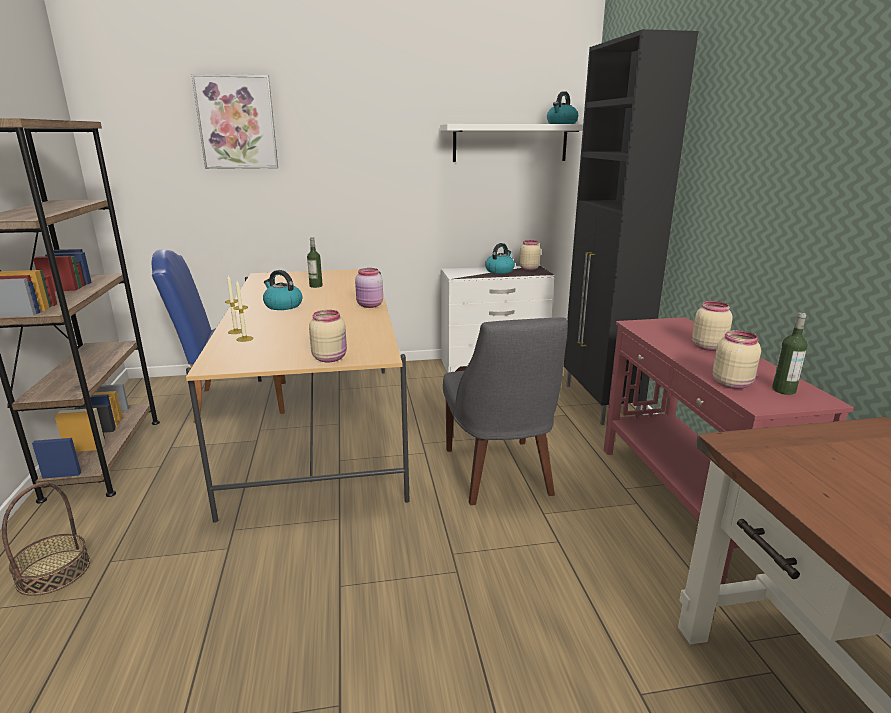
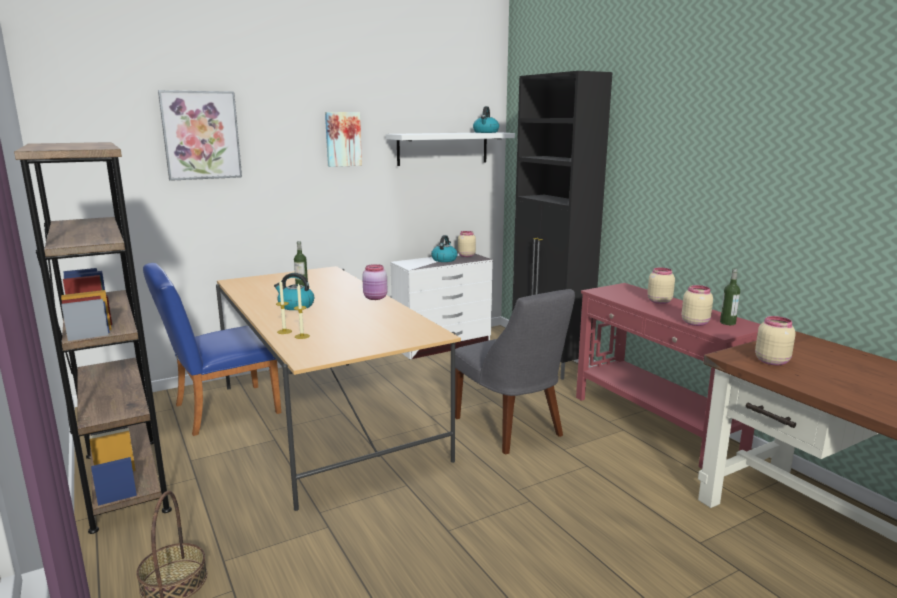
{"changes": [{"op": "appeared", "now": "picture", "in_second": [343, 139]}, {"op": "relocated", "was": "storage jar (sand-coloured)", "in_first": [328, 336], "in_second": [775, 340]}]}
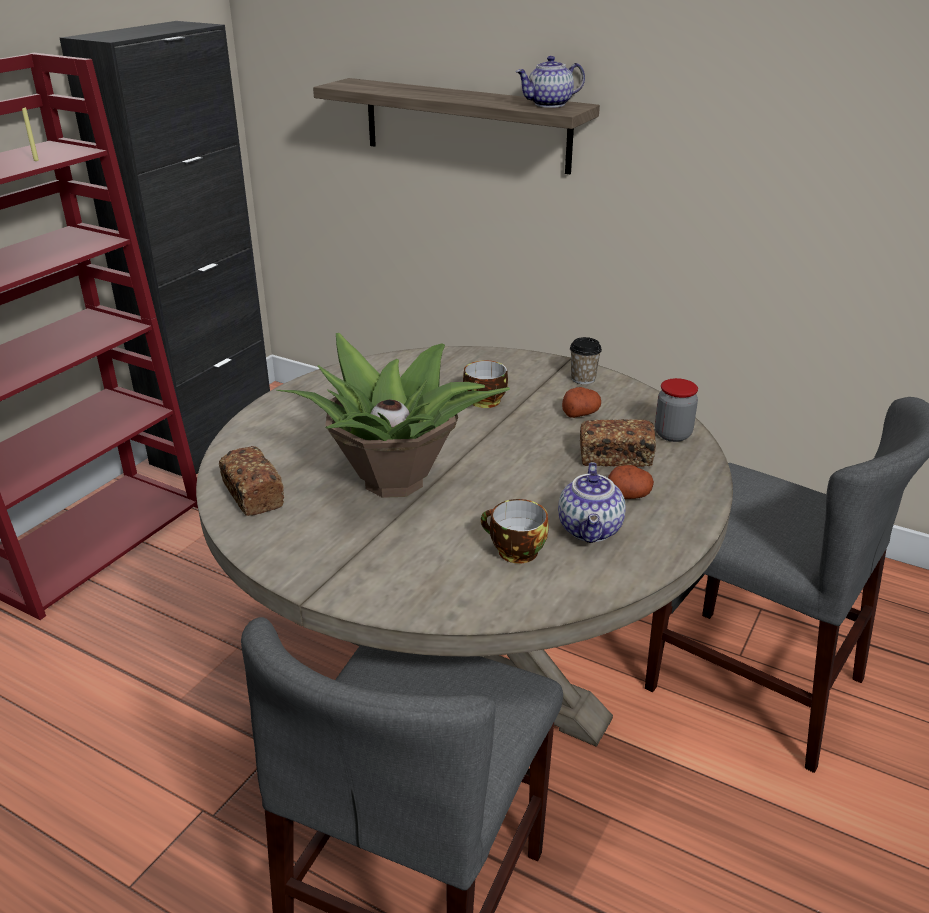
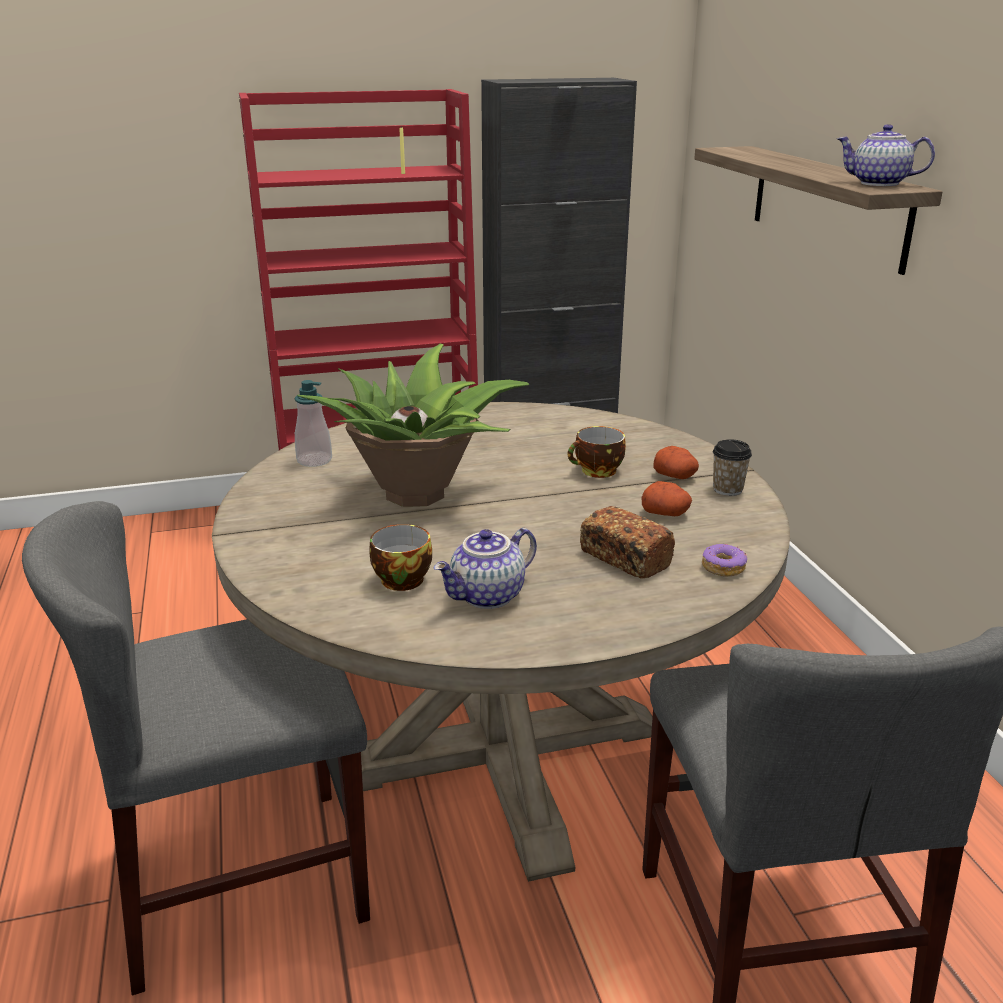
{"changes": [{"op": "relocated", "was": "potato", "in_first": [631, 482], "in_second": [676, 462]}, {"op": "exchanged", "was": "bakery bread", "now": "soap bottle", "in_first": [251, 481], "in_second": [313, 423]}, {"op": "exchanged", "was": "storage jar", "now": "donut", "in_first": [676, 410], "in_second": [724, 560]}]}
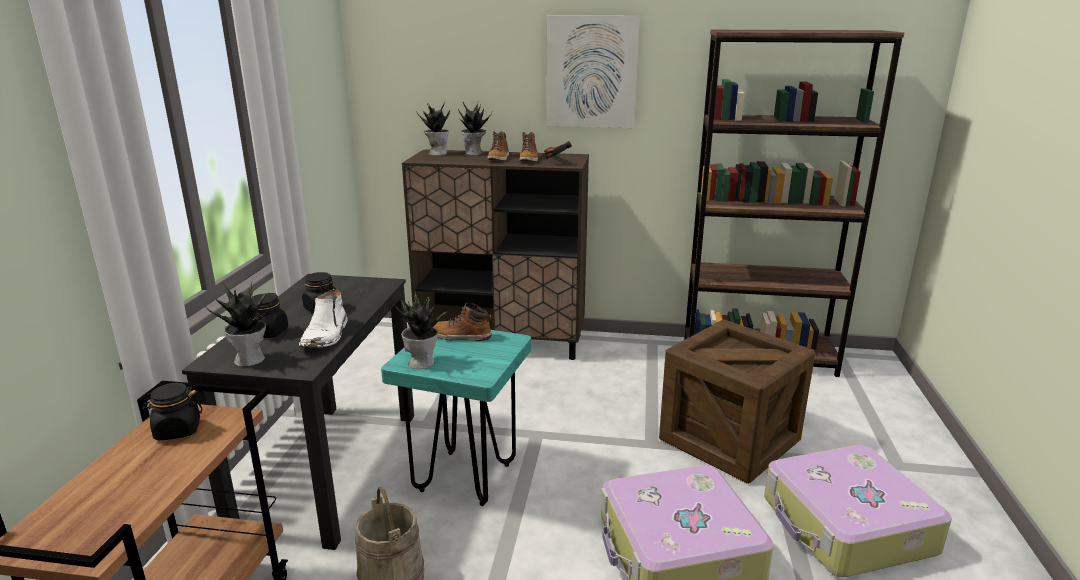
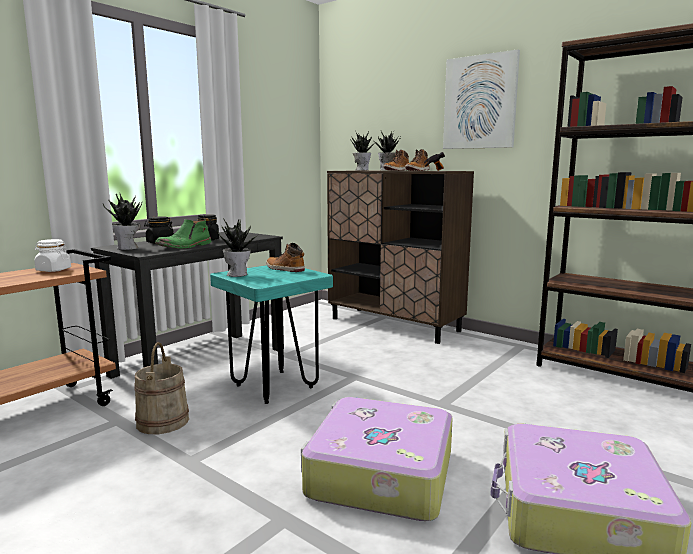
{"changes": [{"op": "missing", "was": "crate", "in_first": [737, 401]}, {"op": "colour", "was": "storage jar (black)", "now": "storage jar (white)", "in_first": [172, 412], "in_second": [52, 255]}, {"op": "colour", "was": "tall boot (white)", "now": "tall boot (greenish)", "in_first": [323, 318], "in_second": [183, 234]}]}
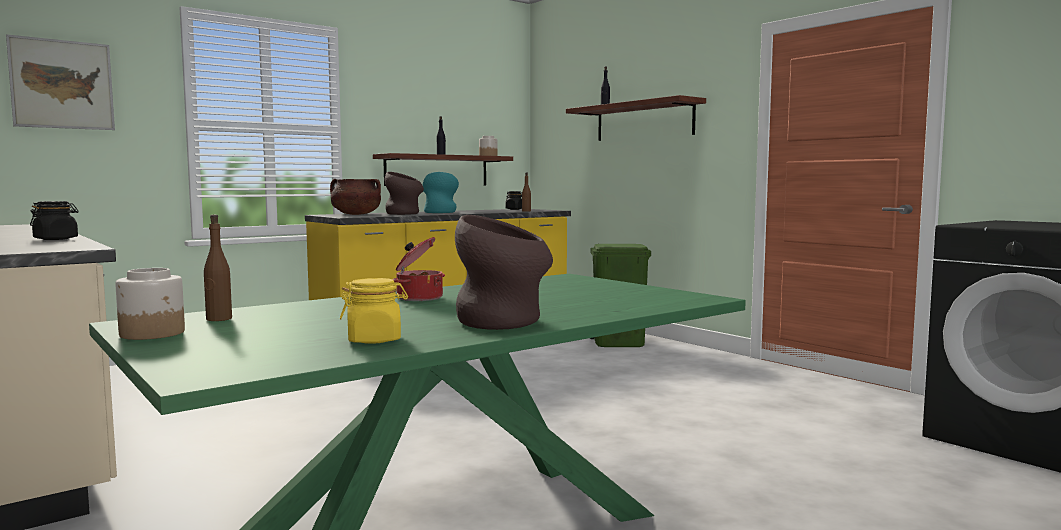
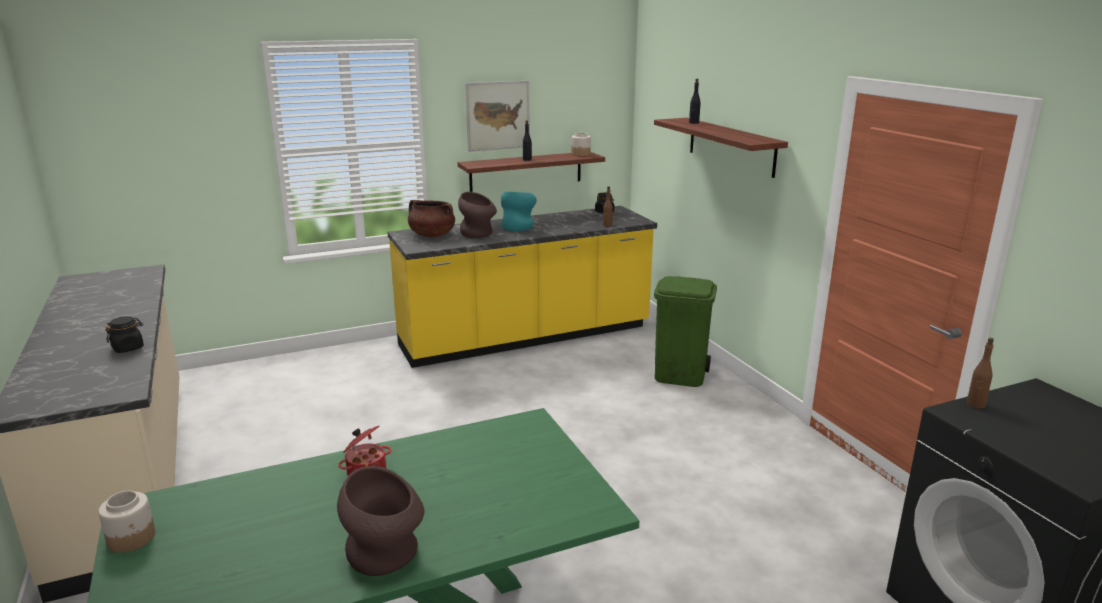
{"changes": [{"op": "missing", "was": "storage jar (yellow-coloured)", "in_first": [374, 311]}, {"op": "relocated", "was": "picture", "in_first": [60, 82], "in_second": [497, 116]}, {"op": "relocated", "was": "drink bottle (brown)", "in_first": [218, 268], "in_second": [980, 373]}]}
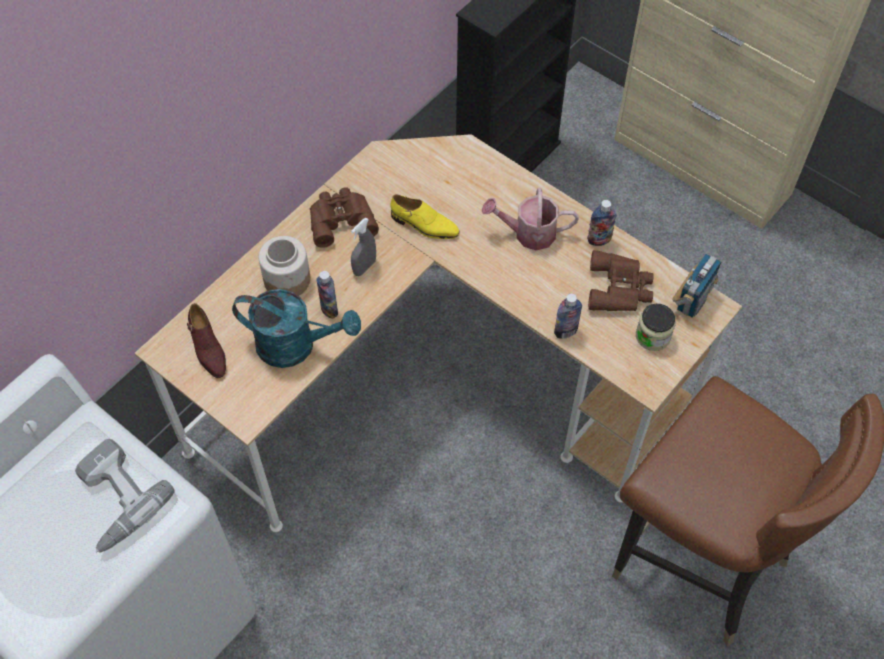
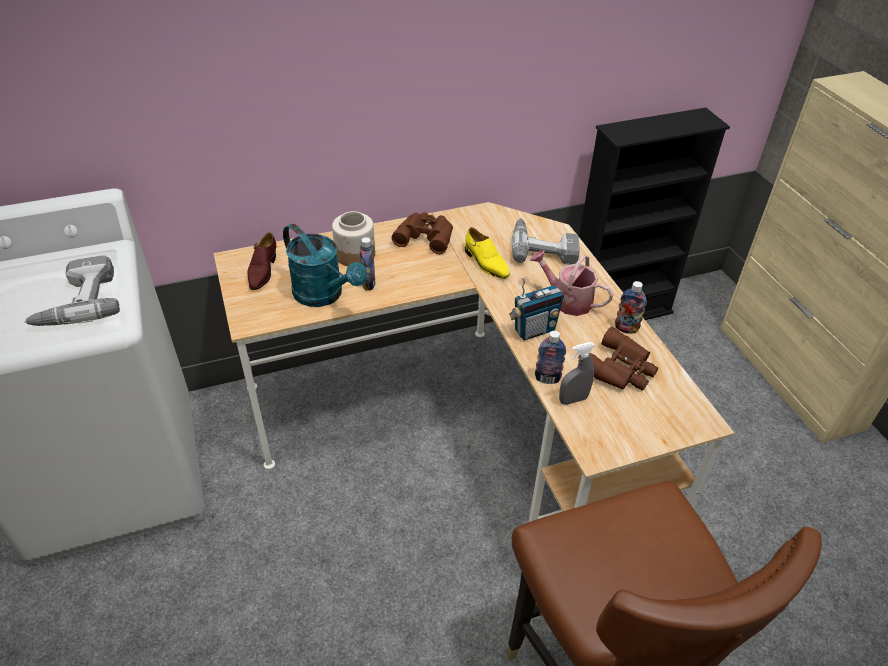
{"changes": [{"op": "missing", "was": "storage jar", "in_first": [655, 327]}, {"op": "appeared", "now": "power drill", "in_second": [546, 241]}, {"op": "relocated", "was": "hand sprayer (grey)", "in_first": [363, 247], "in_second": [577, 373]}, {"op": "relocated", "was": "radio set", "in_first": [696, 286], "in_second": [536, 308]}]}
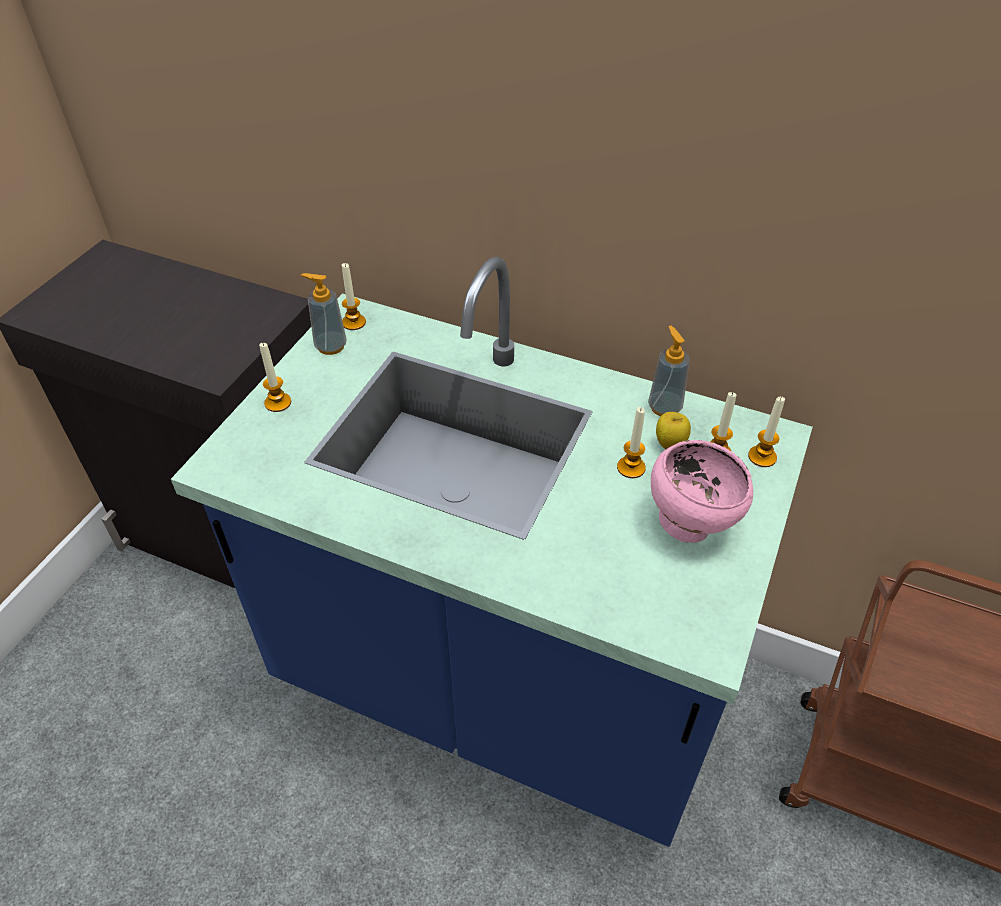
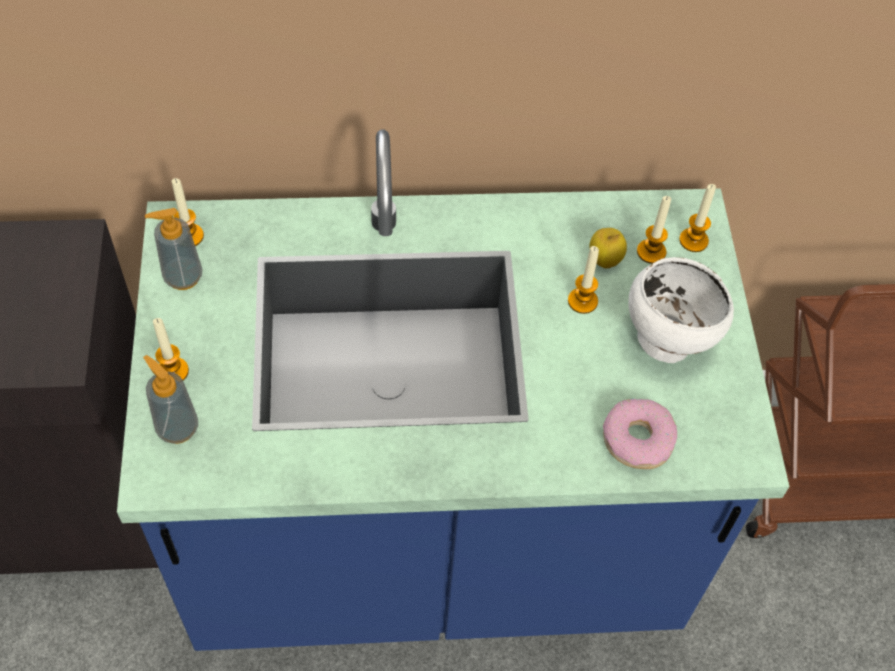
{"changes": [{"op": "appeared", "now": "donut", "in_second": [640, 434]}, {"op": "relocated", "was": "soap bottle", "in_first": [669, 371], "in_second": [171, 399]}, {"op": "colour", "was": "deep dish (pink-coloured)", "now": "deep dish (white)", "in_first": [702, 491], "in_second": [681, 310]}]}
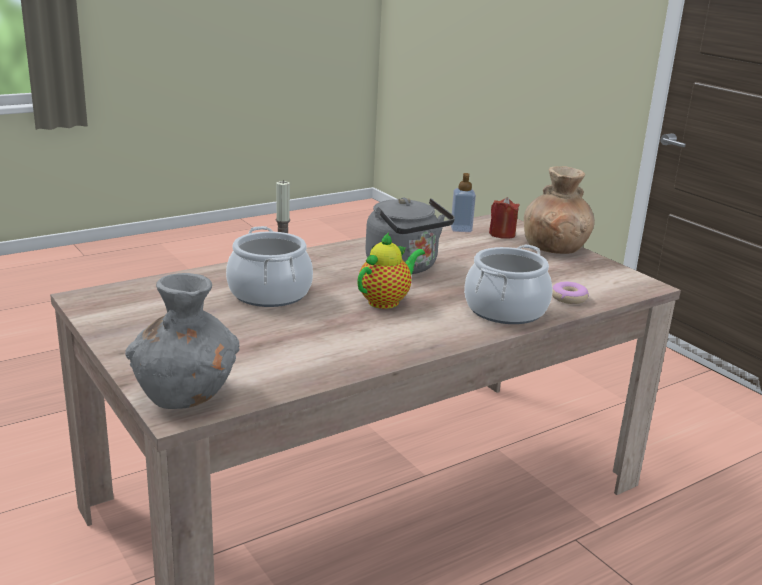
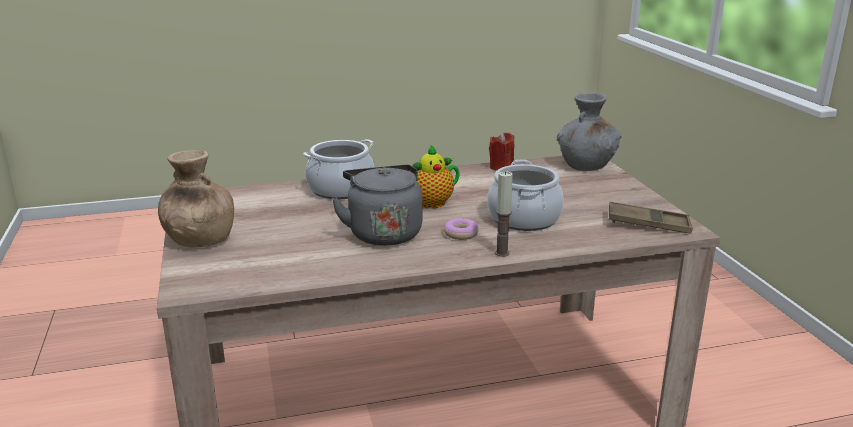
{"changes": [{"op": "missing", "was": "soap bottle", "in_first": [463, 202]}, {"op": "appeared", "now": "serving tray (brown)", "in_second": [651, 217]}, {"op": "relocated", "was": "wax candle (red-coloured)", "in_first": [504, 218], "in_second": [501, 151]}, {"op": "relocated", "was": "donut", "in_first": [570, 293], "in_second": [461, 229]}]}
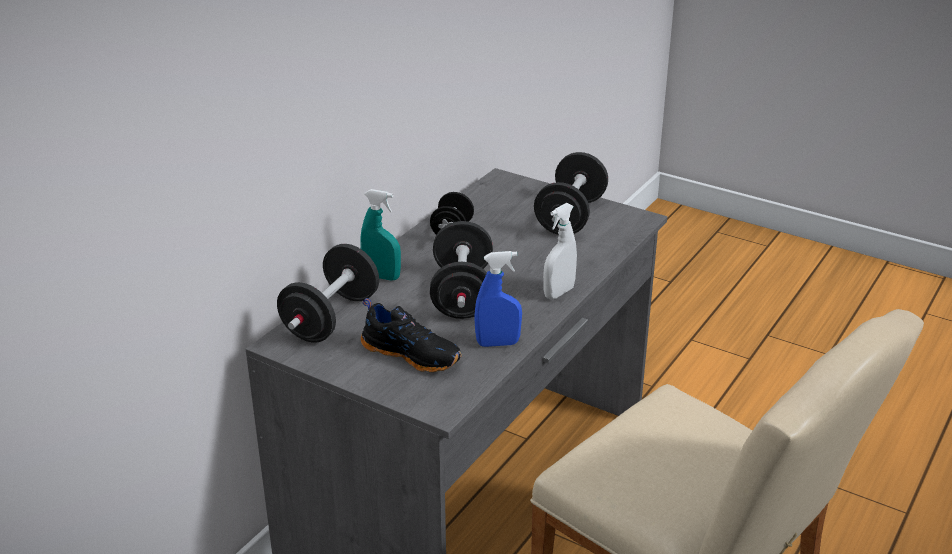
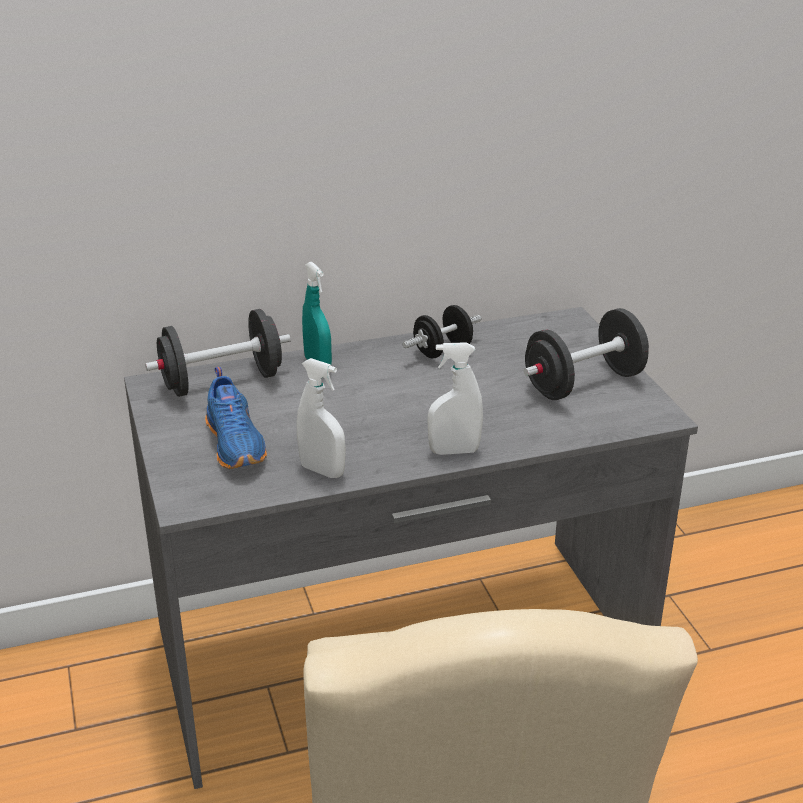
{"changes": [{"op": "missing", "was": "hand weight (black)", "in_first": [461, 270]}, {"op": "colour", "was": "shoe (black)", "now": "shoe (blue)", "in_first": [411, 335], "in_second": [236, 418]}, {"op": "colour", "was": "hand sprayer (blue)", "now": "hand sprayer (white)", "in_first": [498, 299], "in_second": [321, 418]}]}
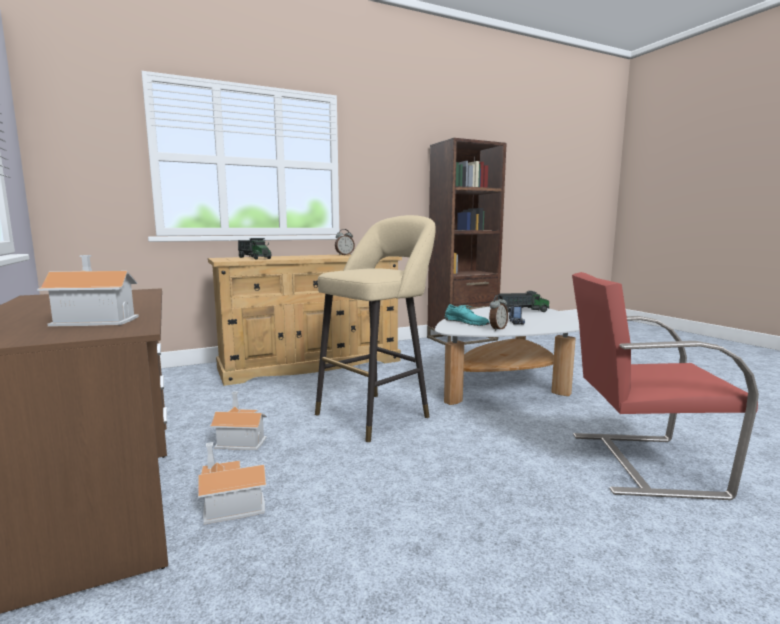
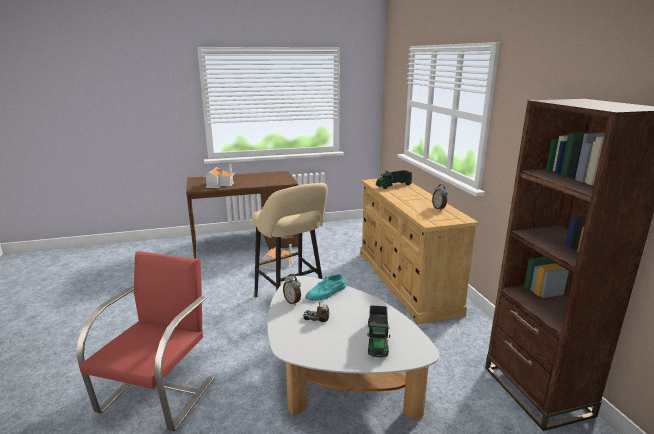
{"changes": [{"op": "missing", "was": "miniature house", "in_first": [232, 483]}]}
